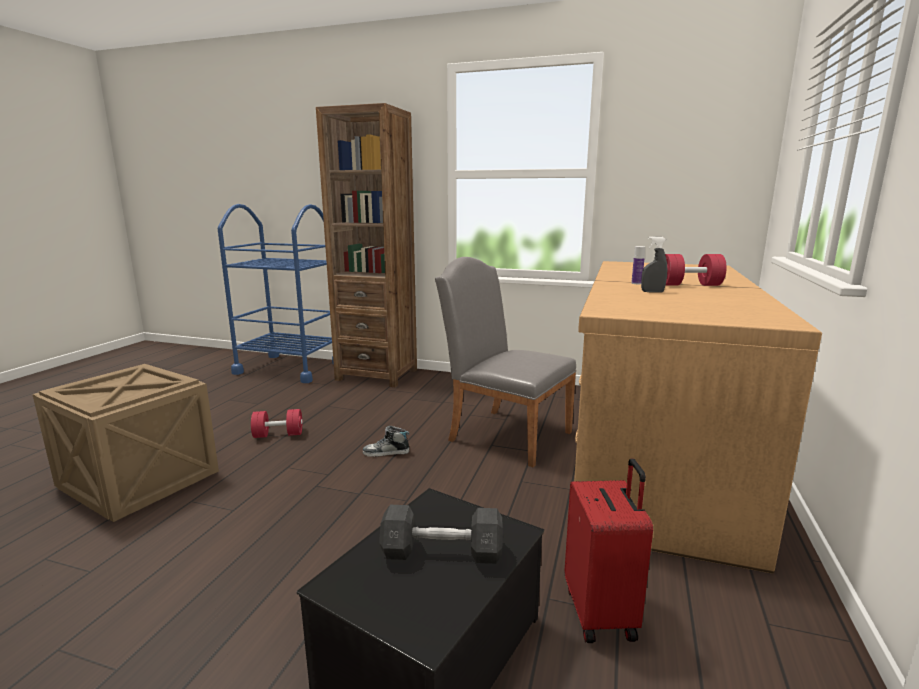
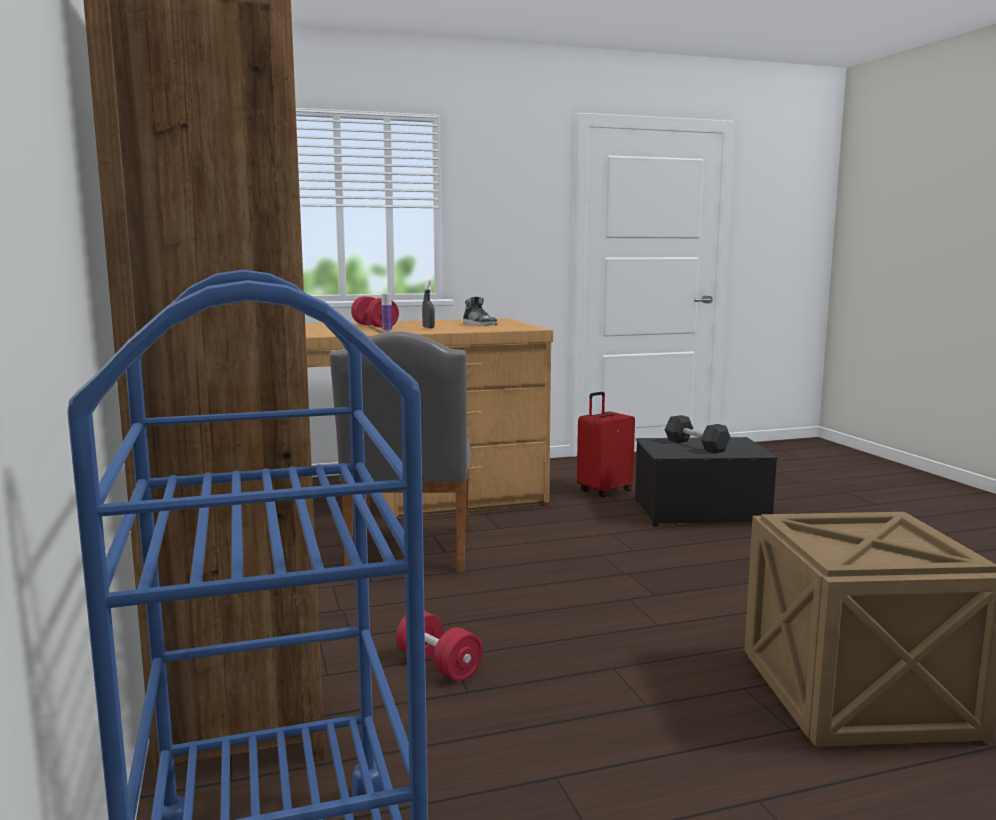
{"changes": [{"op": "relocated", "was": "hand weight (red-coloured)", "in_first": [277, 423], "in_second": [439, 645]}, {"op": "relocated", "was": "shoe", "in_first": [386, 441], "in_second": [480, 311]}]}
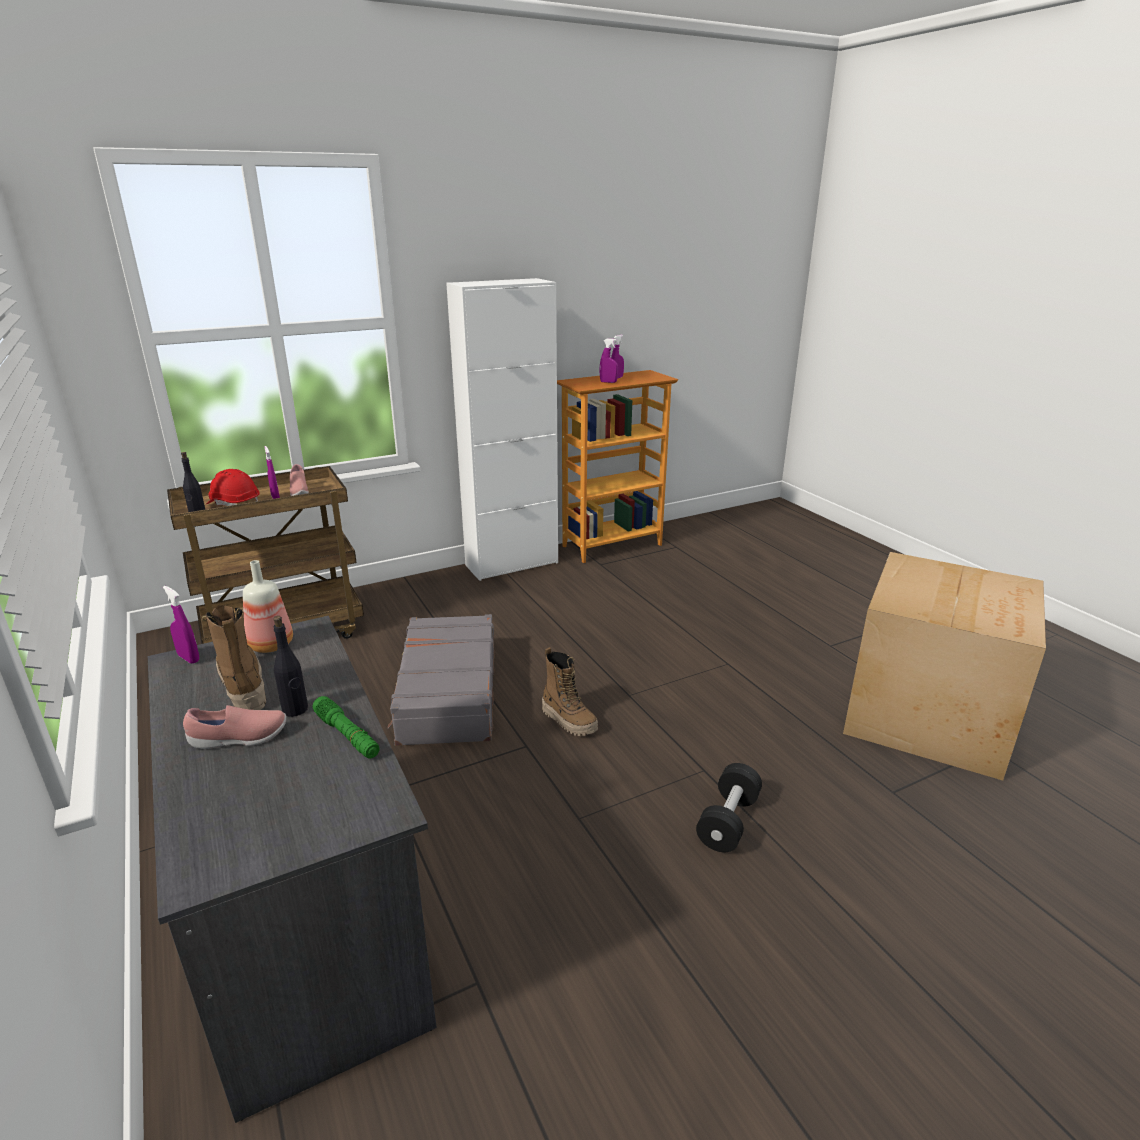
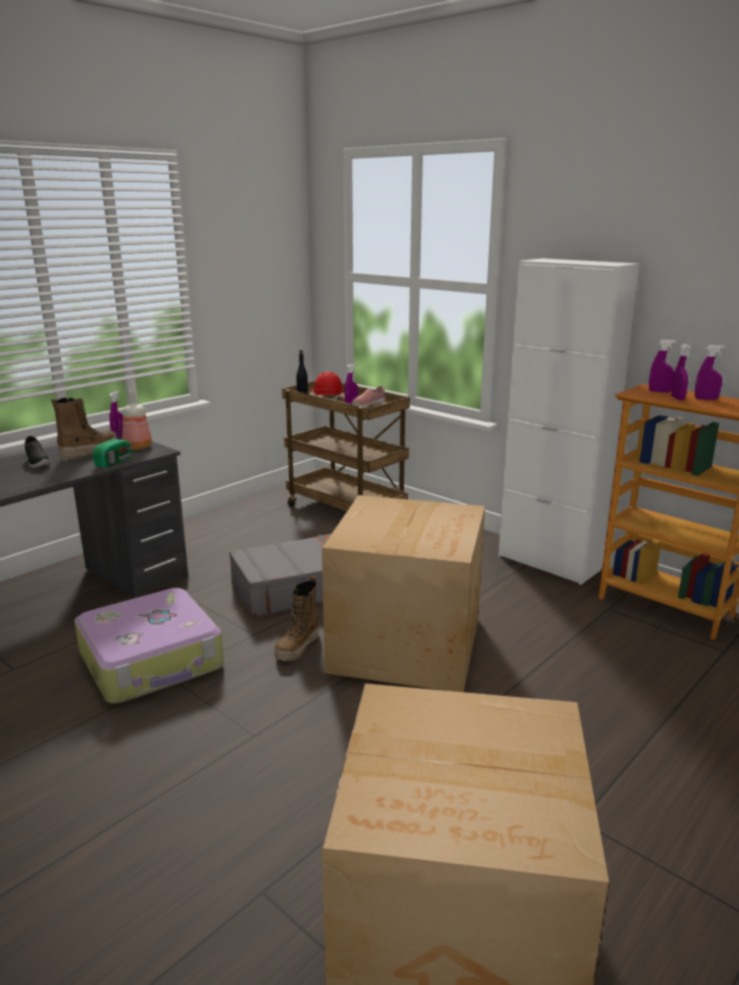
{"changes": [{"op": "missing", "was": "drink bottle (black)", "in_first": [290, 666]}, {"op": "missing", "was": "torch (greenish)", "in_first": [346, 727]}, {"op": "missing", "was": "hand weight (black)", "in_first": [729, 807]}, {"op": "appeared", "now": "travel case", "in_second": [149, 645]}, {"op": "appeared", "now": "radio set", "in_second": [112, 443]}, {"op": "appeared", "now": "packing box", "in_second": [403, 593]}, {"op": "appeared", "now": "hand sprayer (purple)", "in_second": [662, 366]}, {"op": "colour", "was": "shoe (pink-coloured)", "now": "shoe (black)", "in_first": [234, 727], "in_second": [37, 452]}]}
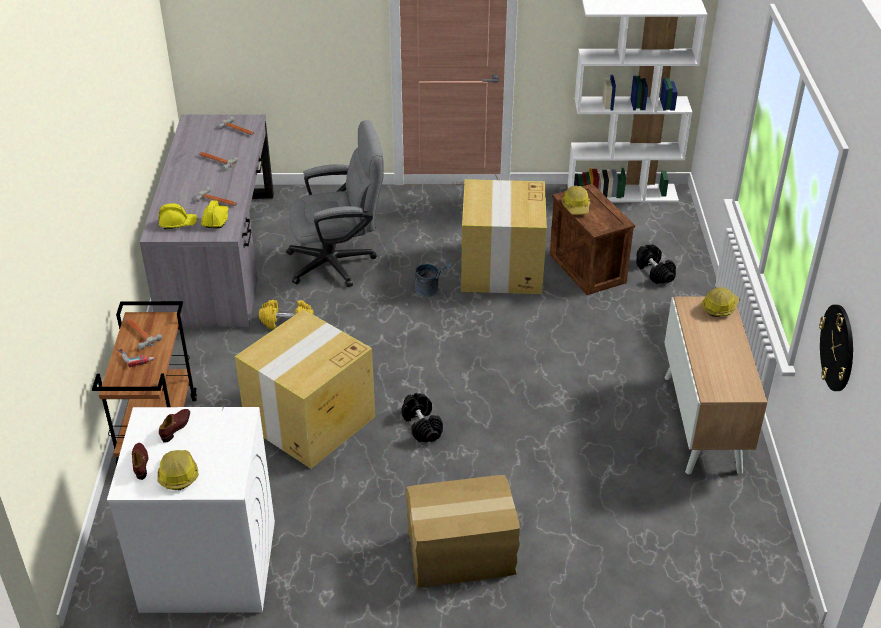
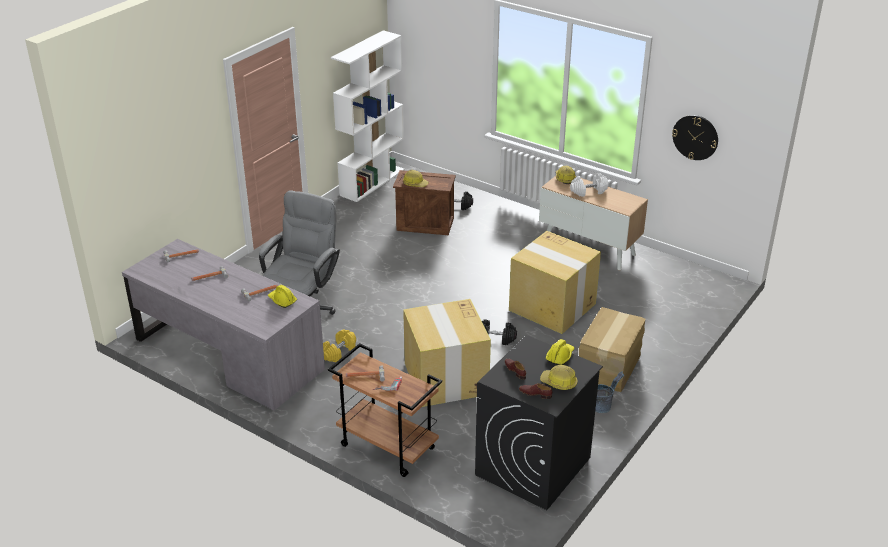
{"changes": [{"op": "appeared", "now": "hand weight (white)", "in_second": [589, 185]}, {"op": "relocated", "was": "safety helmet (yellow-coloured)", "in_first": [178, 216], "in_second": [560, 352]}, {"op": "relocated", "was": "pail (grey)", "in_first": [434, 280], "in_second": [610, 392]}, {"op": "relocated", "was": "packing box", "in_first": [504, 236], "in_second": [555, 282]}, {"op": "colour", "was": "laundry machine (white)", "now": "laundry machine (black)", "in_first": [191, 510], "in_second": [539, 422]}]}
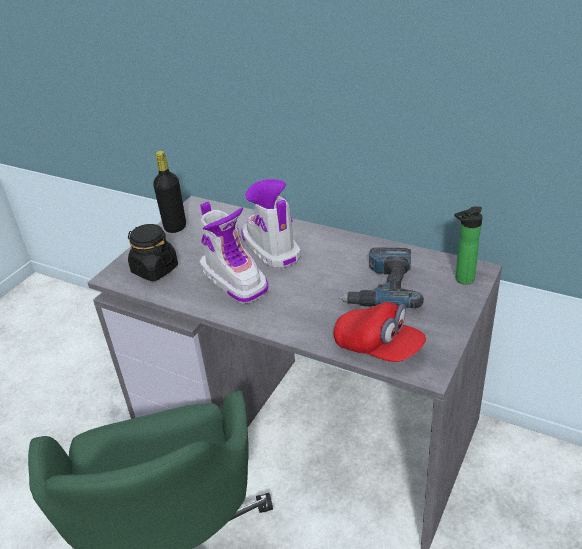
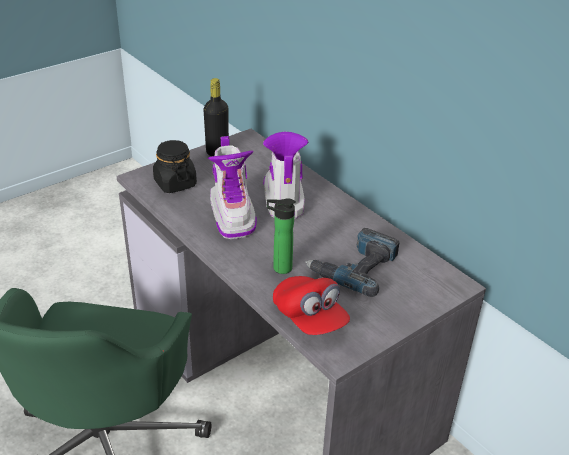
{"changes": [{"op": "relocated", "was": "drink bottle", "in_first": [468, 245], "in_second": [281, 236]}]}
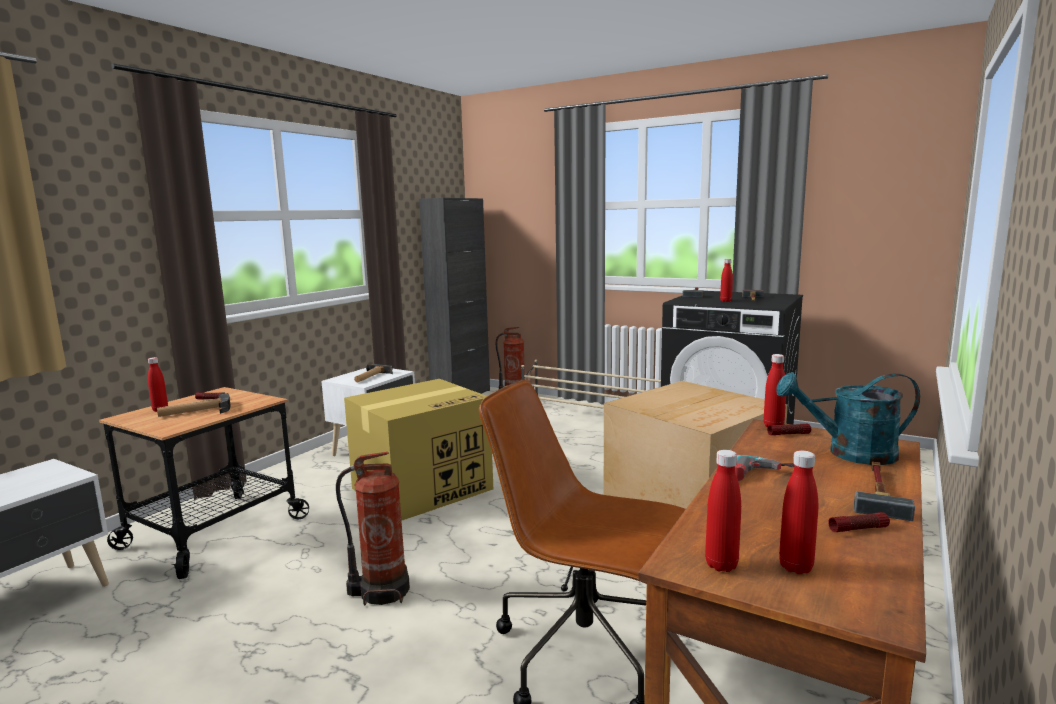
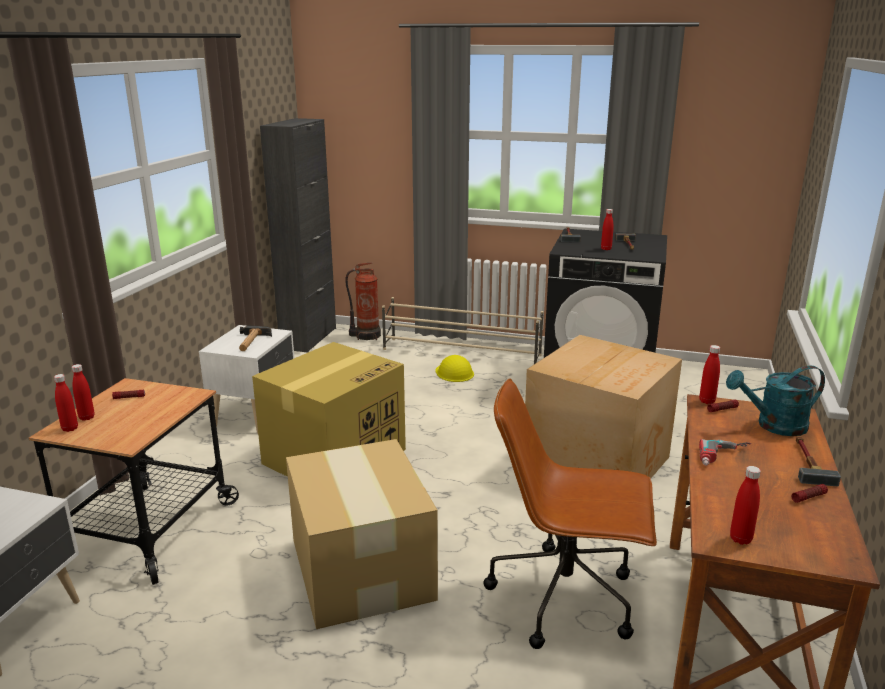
{"changes": [{"op": "missing", "was": "tool hammer", "in_first": [194, 404]}, {"op": "appeared", "now": "safety helmet (yellow-coloured)", "in_second": [454, 368]}, {"op": "relocated", "was": "drink bottle (red-coloured)", "in_first": [798, 512], "in_second": [66, 403]}, {"op": "exchanged", "was": "fire-fighting cylinder", "now": "packing box", "in_first": [373, 529], "in_second": [362, 534]}]}
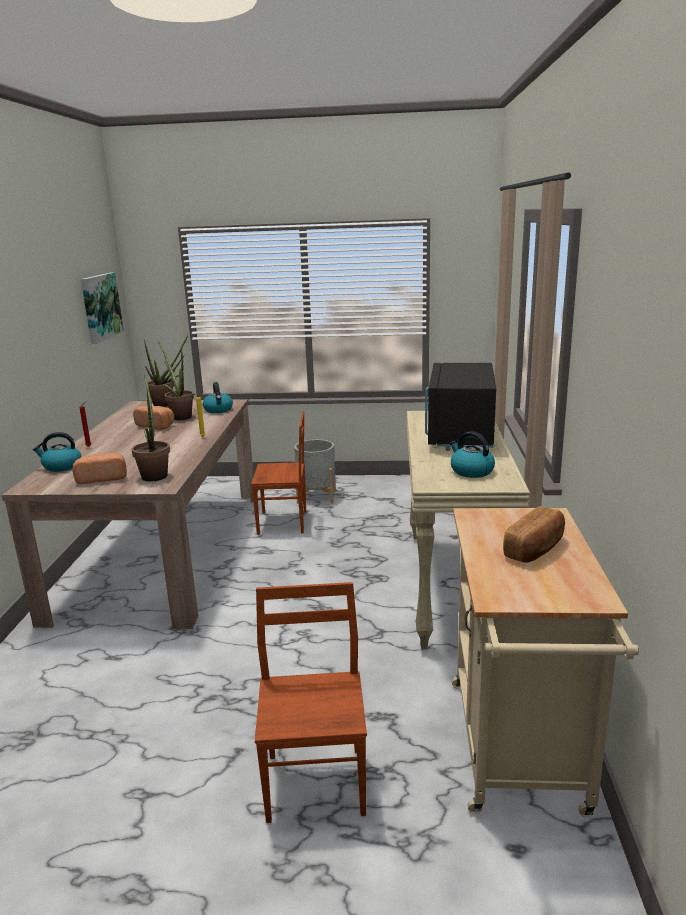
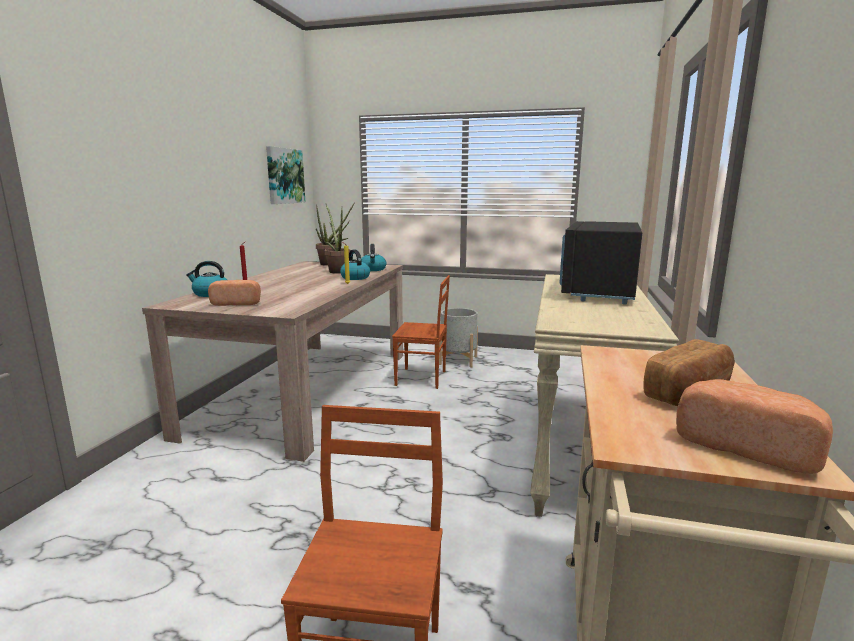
{"changes": [{"op": "missing", "was": "plant in a pot", "in_first": [151, 428]}, {"op": "relocated", "was": "bakery bread", "in_first": [154, 418], "in_second": [754, 426]}, {"op": "relocated", "was": "tea kettle", "in_first": [472, 454], "in_second": [355, 265]}]}
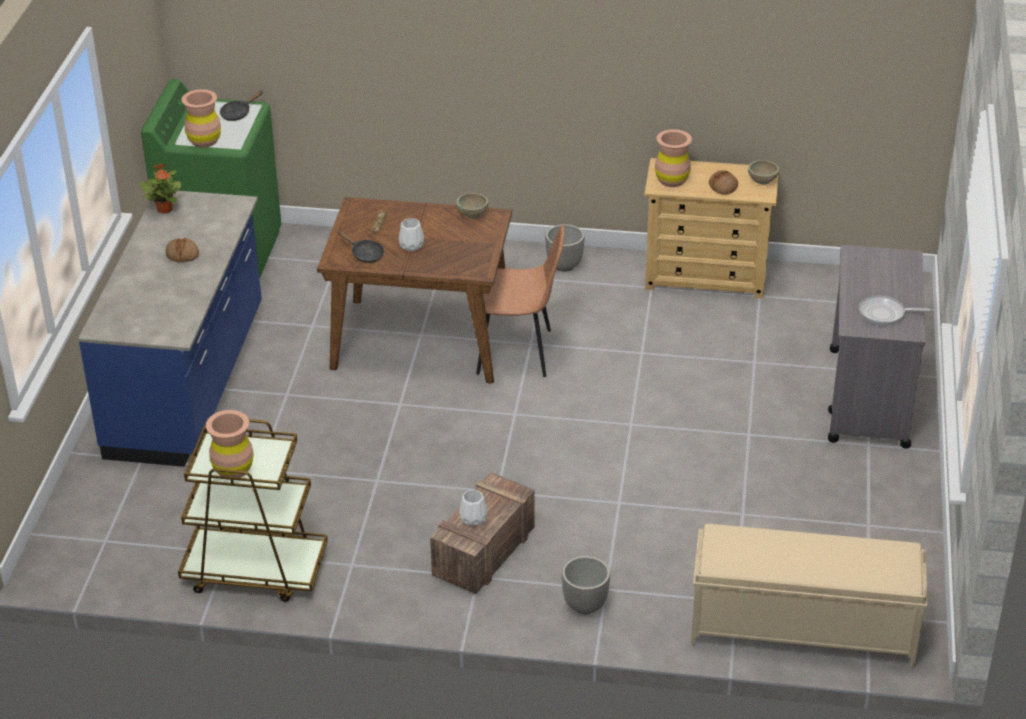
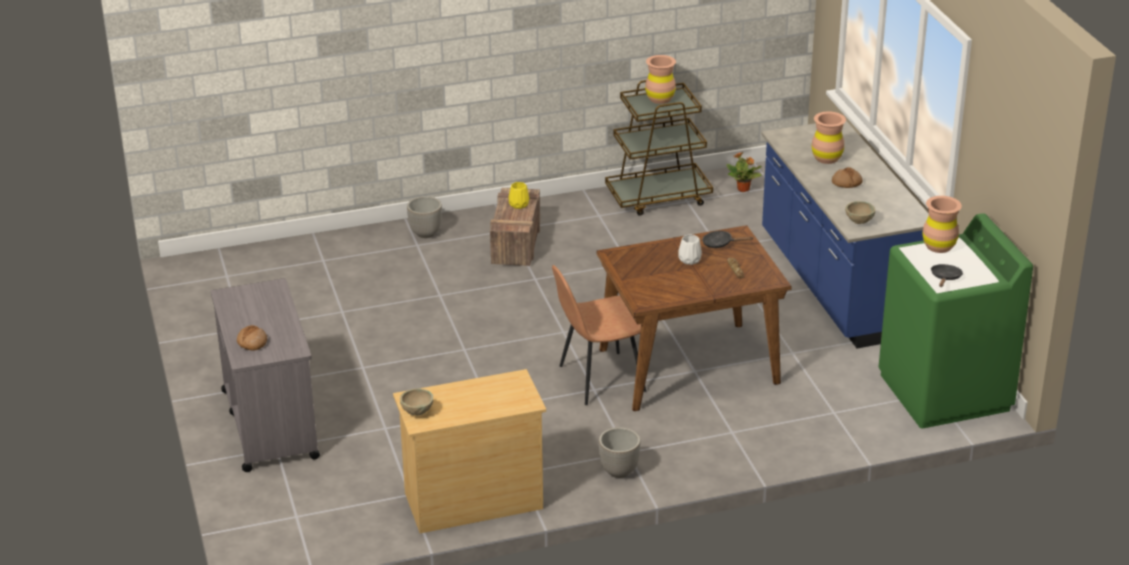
{"changes": [{"op": "missing", "was": "long seat (sand-coloured)", "in_first": [809, 596]}, {"op": "missing", "was": "skillet", "in_first": [894, 311]}, {"op": "relocated", "was": "plant in a pot", "in_first": [160, 188], "in_second": [744, 172]}, {"op": "relocated", "was": "deep dish (sand-coloured)", "in_first": [472, 205], "in_second": [860, 212]}, {"op": "relocated", "was": "decorative vase (brown)", "in_first": [673, 158], "in_second": [829, 137]}, {"op": "relocated", "was": "bakery bread", "in_first": [723, 182], "in_second": [252, 338]}, {"op": "colour", "was": "decorative vase (white)", "now": "decorative vase (yellow-coloured)", "in_first": [473, 508], "in_second": [519, 195]}]}
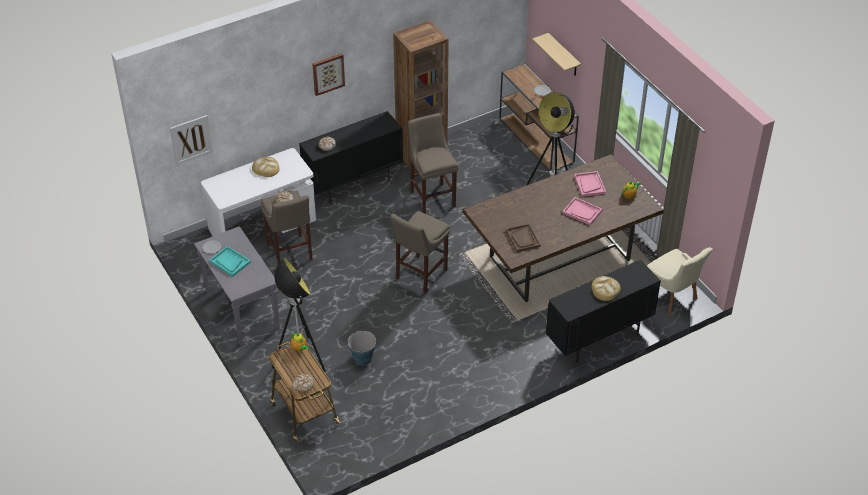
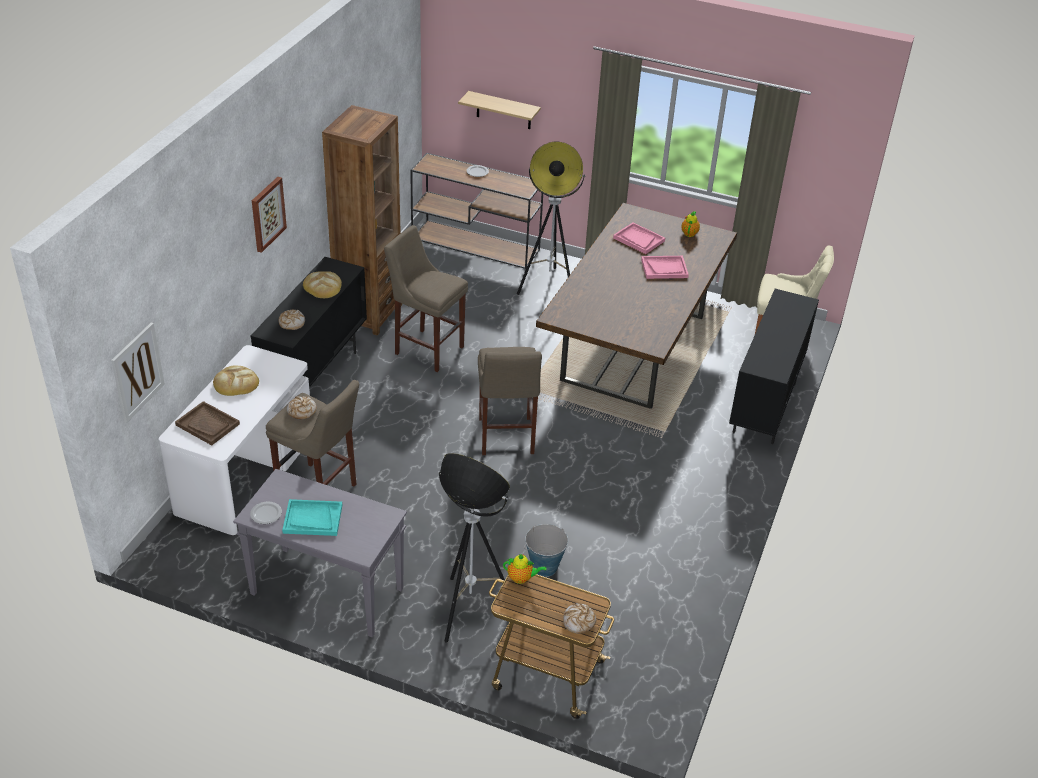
{"changes": [{"op": "relocated", "was": "serving tray (brown)", "in_first": [523, 237], "in_second": [207, 423]}, {"op": "relocated", "was": "bakery bread", "in_first": [606, 288], "in_second": [322, 284]}]}
